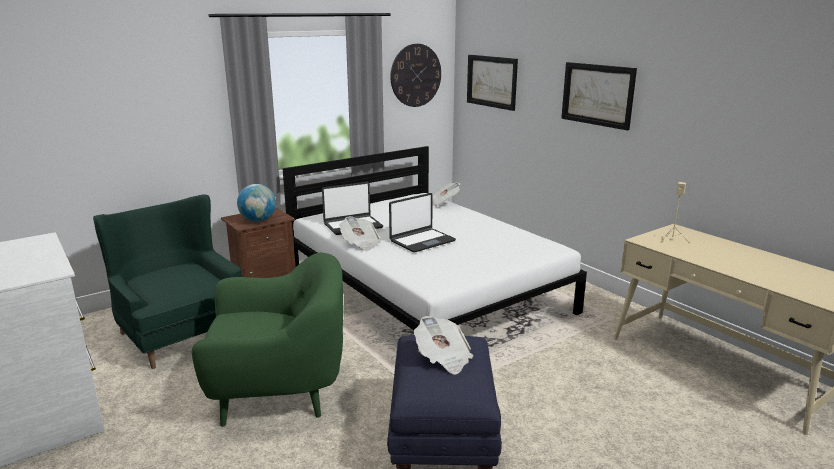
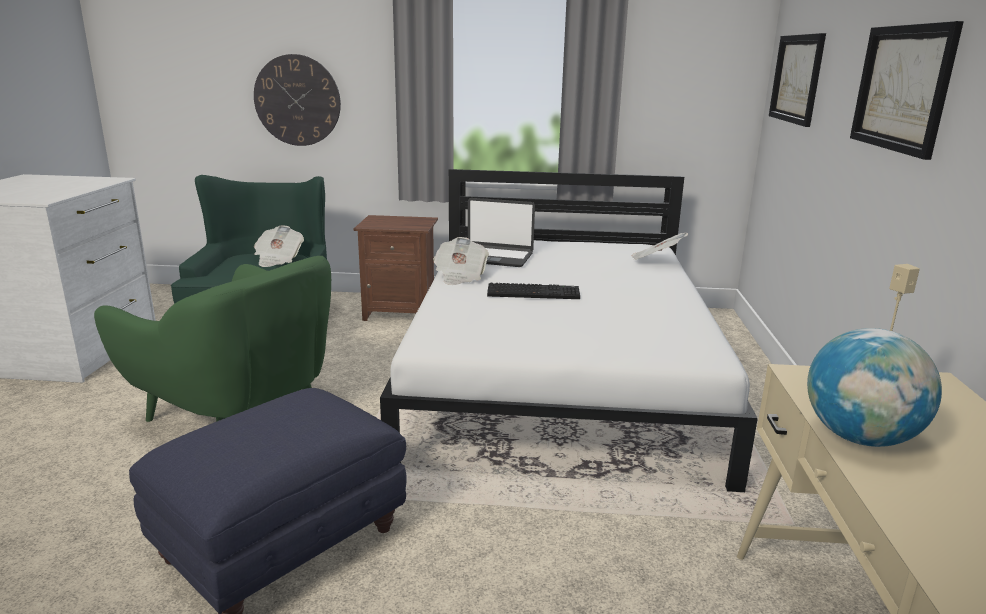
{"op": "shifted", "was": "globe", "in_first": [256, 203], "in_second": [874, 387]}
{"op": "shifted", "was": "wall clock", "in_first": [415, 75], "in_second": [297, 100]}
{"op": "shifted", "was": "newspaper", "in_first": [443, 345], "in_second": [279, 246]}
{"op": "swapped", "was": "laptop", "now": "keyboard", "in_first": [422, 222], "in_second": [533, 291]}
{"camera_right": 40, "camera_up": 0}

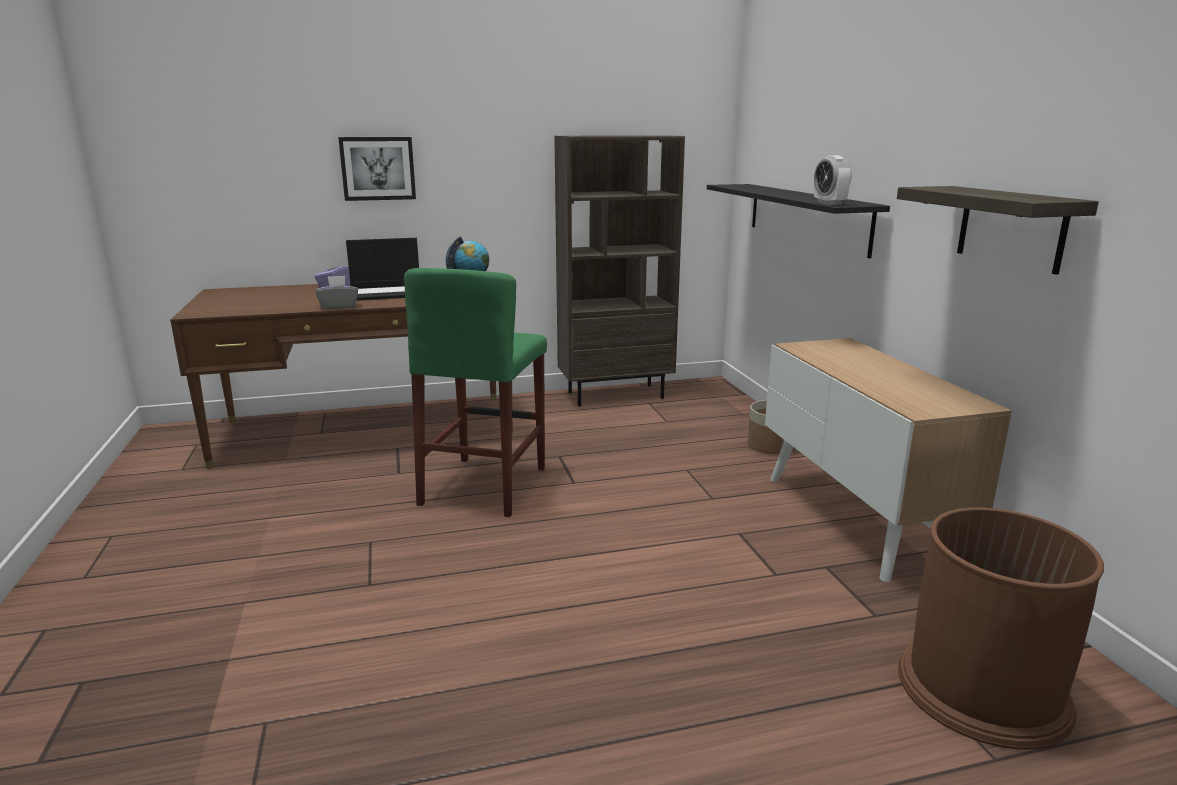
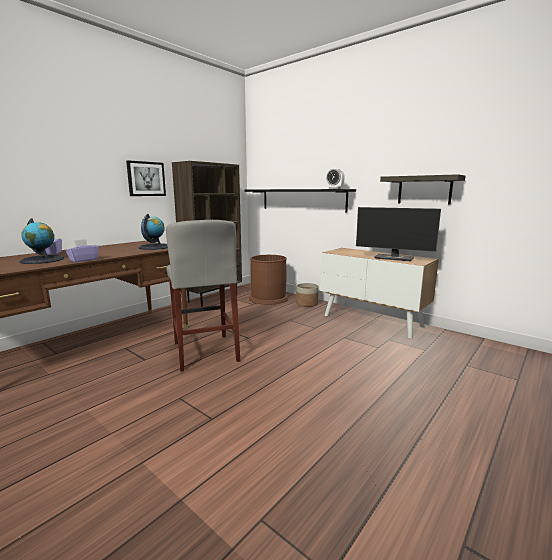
{"op": "gone", "was": "laptop", "in_first": [382, 269]}
{"op": "new", "now": "globe", "in_second": [41, 241]}
{"op": "new", "now": "monitor", "in_second": [398, 234]}
{"op": "shifted", "was": "picture", "in_first": [377, 169], "in_second": [146, 178]}
{"op": "shifted", "was": "trash can (brown)", "in_first": [1001, 628], "in_second": [268, 280]}
{"op": "repainted", "was": "tissue box (grey)", "now": "tissue box (purple)", "in_first": [336, 292], "in_second": [82, 250]}
{"op": "repainted", "was": "stool (green)", "now": "stool (grey)", "in_first": [475, 392], "in_second": [203, 296]}
{"camera_right": -35, "camera_up": -5}

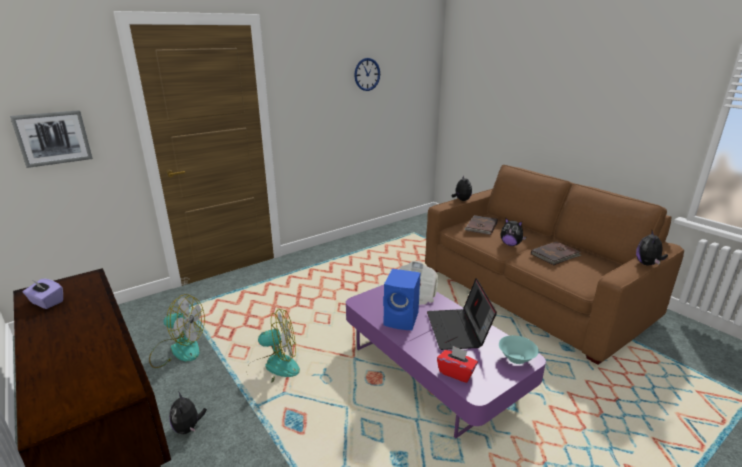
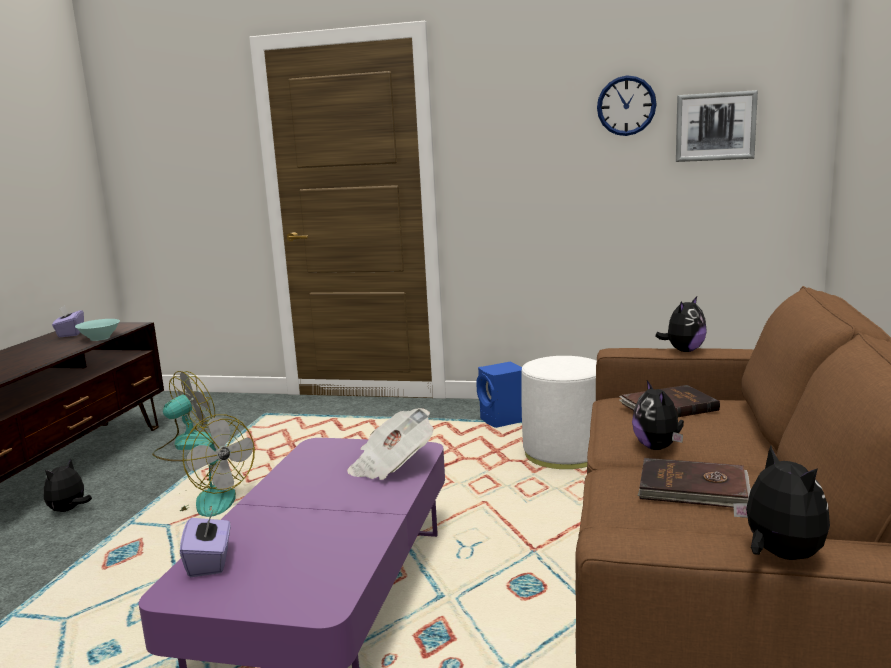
{"op": "gone", "was": "laptop", "in_first": [462, 314]}
{"op": "new", "now": "ottoman (white)", "in_second": [559, 412]}
{"op": "shifted", "was": "picture", "in_first": [51, 139], "in_second": [717, 126]}
{"op": "shifted", "was": "speaker (blue)", "in_first": [401, 299], "in_second": [499, 395]}
{"op": "shifted", "was": "bowl (turquoise)", "in_first": [519, 349], "in_second": [97, 330]}
{"op": "repainted", "was": "tissue box (red)", "now": "tissue box (purple)", "in_first": [457, 364], "in_second": [205, 543]}
{"op": "rotated", "was": "fan", "in_first": [177, 331], "in_second": [183, 416], "clockwise": -105}
{"op": "rotated", "was": "plush toy", "in_first": [652, 247], "in_second": [781, 503], "clockwise": 90}
{"camera_right": 50, "camera_up": -10}

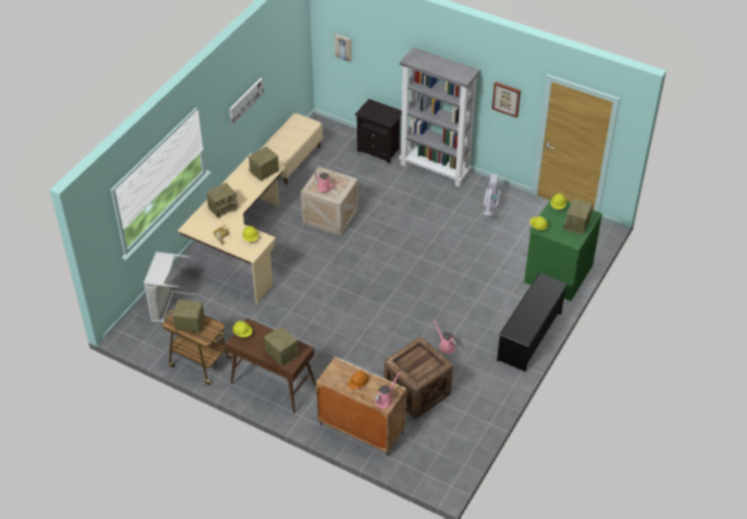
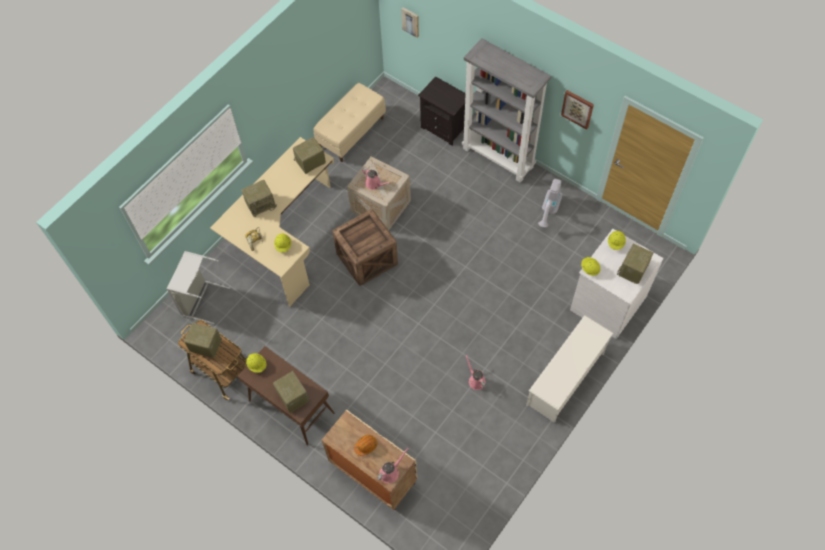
{"op": "gone", "was": "picture", "in_first": [246, 101]}
{"op": "shifted", "was": "crate", "in_first": [418, 378], "in_second": [365, 247]}
{"op": "repainted", "was": "shoe rack (black)", "now": "shoe rack (white)", "in_first": [532, 322], "in_second": [569, 369]}
{"op": "repainted", "was": "dresser (green)", "now": "dresser (white)", "in_first": [563, 248], "in_second": [617, 284]}
{"camera_right": 10, "camera_up": 15}

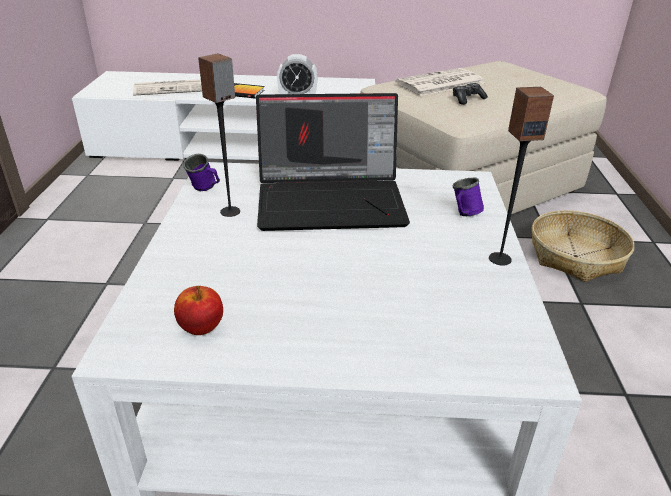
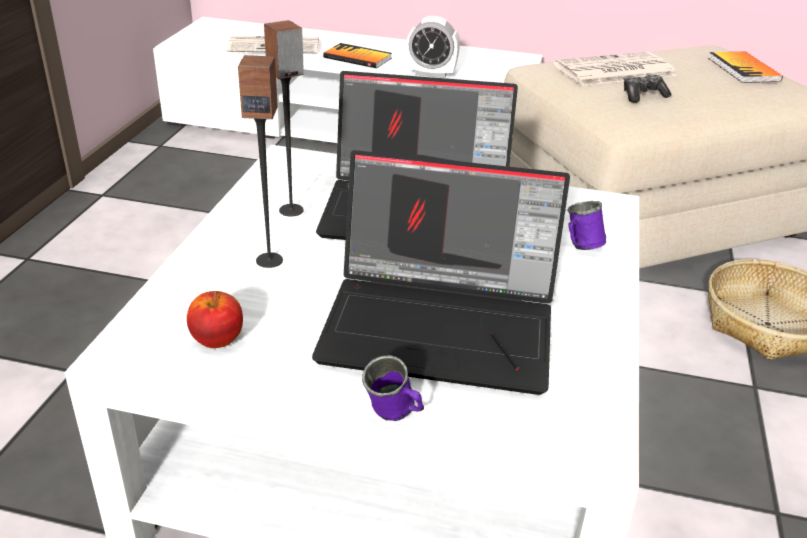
{"op": "new", "now": "laptop", "in_second": [441, 272]}
{"op": "new", "now": "book", "in_second": [745, 67]}
{"op": "shifted", "was": "mug (purple)", "in_first": [201, 172], "in_second": [393, 388]}
{"op": "shifted", "was": "speaker", "in_first": [521, 176], "in_second": [260, 161]}
{"camera_right": 10, "camera_up": 0}

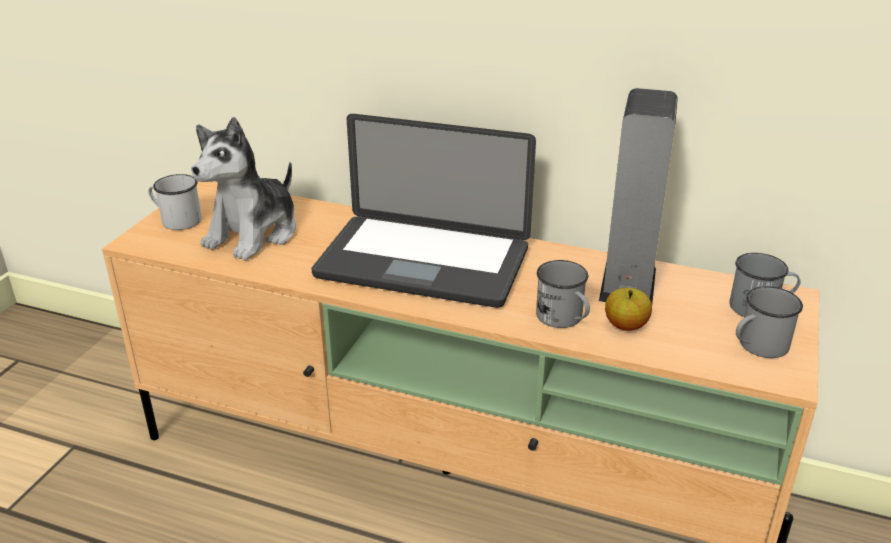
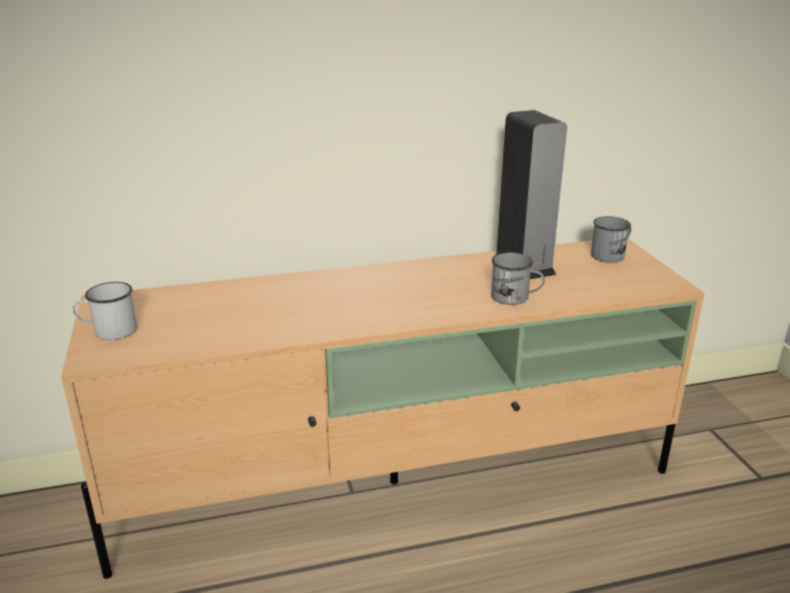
{"op": "gone", "was": "plush toy", "in_first": [243, 189]}
{"op": "gone", "was": "laptop", "in_first": [423, 211]}
{"op": "gone", "was": "apple", "in_first": [628, 309]}
{"op": "gone", "was": "mug (grey)", "in_first": [769, 322]}
{"camera_right": -35, "camera_up": -5}

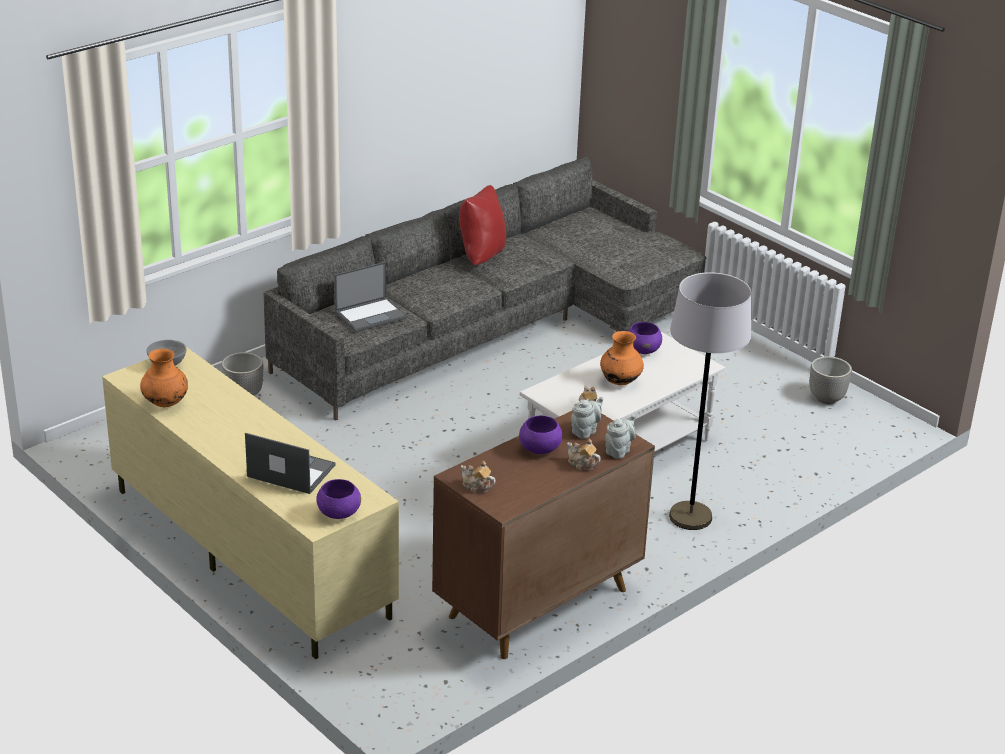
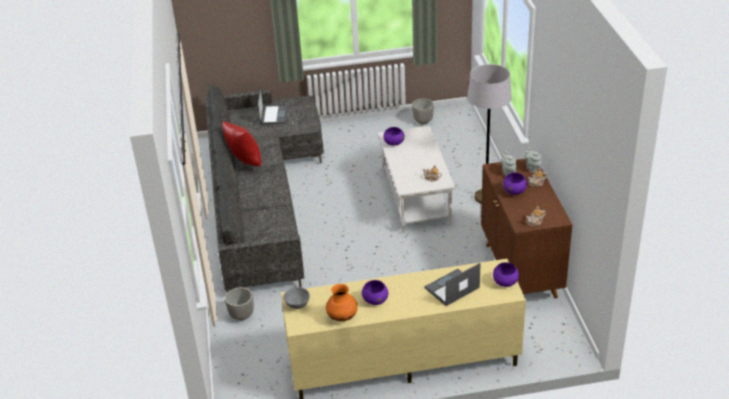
{"op": "gone", "was": "vase (orange)", "in_first": [622, 358]}
{"op": "new", "now": "bowl (purple)", "in_second": [375, 292]}
{"op": "shifted", "was": "laptop", "in_first": [370, 297], "in_second": [273, 106]}
{"camera_right": -55, "camera_up": 5}

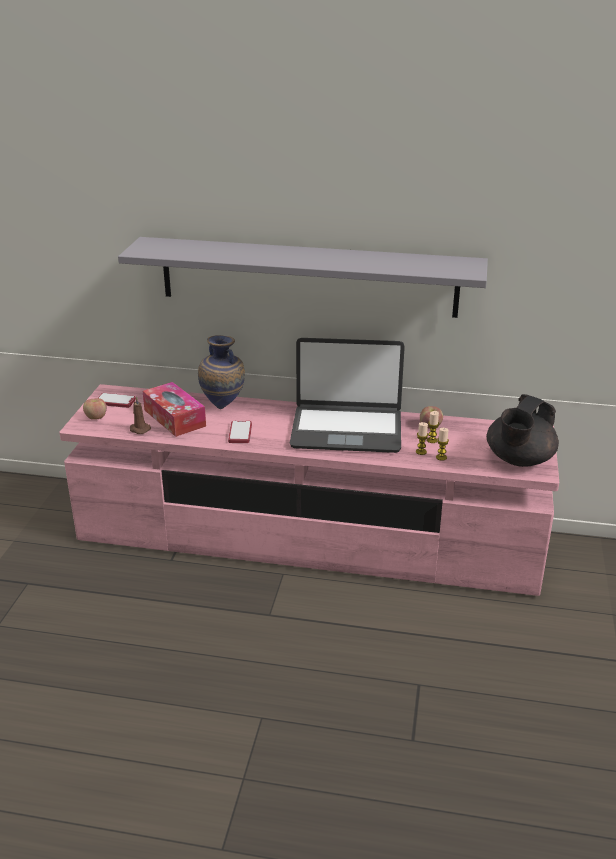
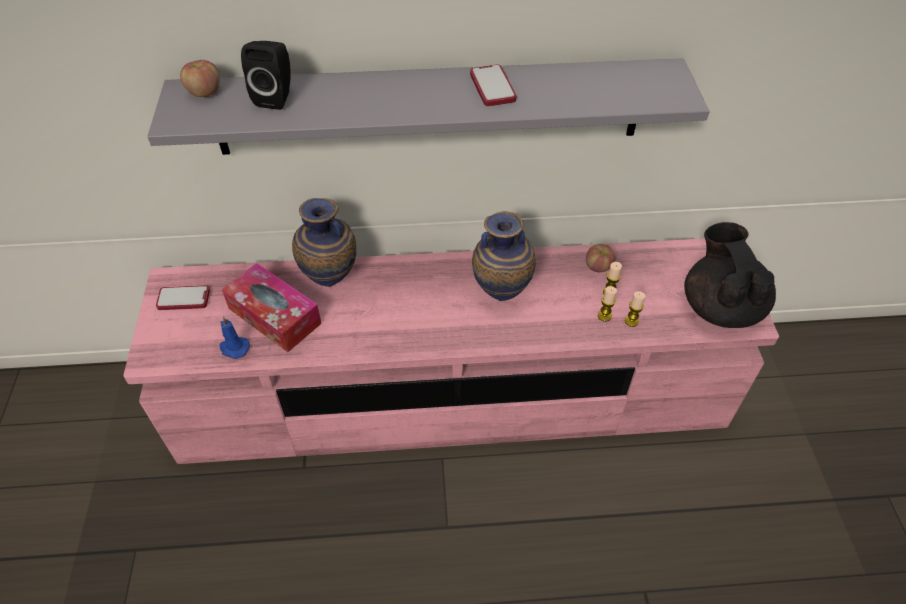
{"op": "new", "now": "speaker (black)", "in_second": [265, 75]}
{"op": "shifted", "was": "apple", "in_first": [95, 409], "in_second": [200, 78]}
{"op": "shifted", "was": "phone", "in_first": [240, 432], "in_second": [493, 85]}
{"op": "swapped", "was": "laptop", "now": "vase", "in_first": [347, 395], "in_second": [504, 256]}
{"op": "repainted", "was": "candle (brown)", "now": "candle (blue)", "in_first": [140, 415], "in_second": [235, 338]}
{"op": "rotated", "was": "teapot (black)", "in_first": [523, 430], "in_second": [730, 275], "clockwise": 150}
{"camera_right": -15, "camera_up": 20}

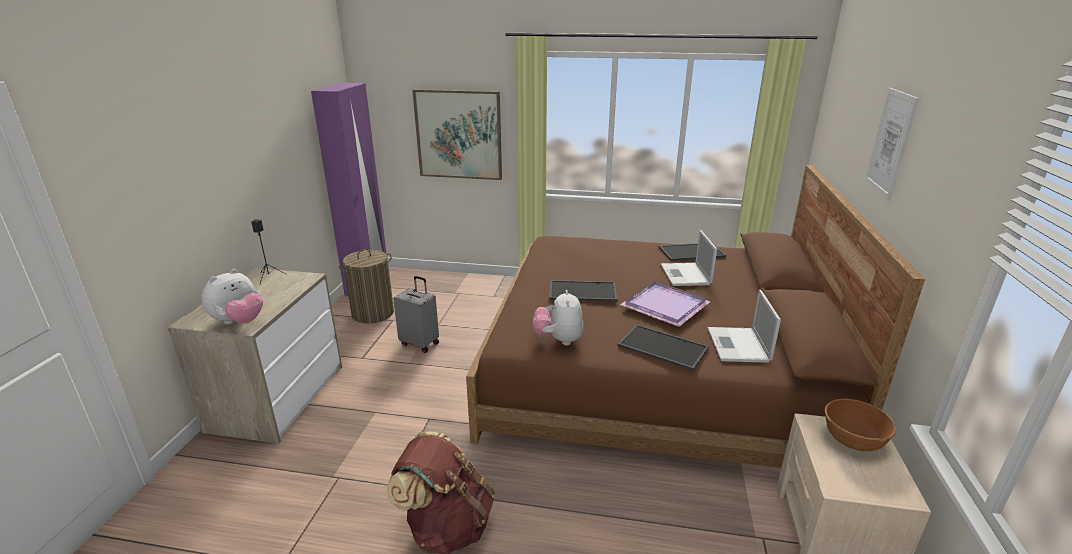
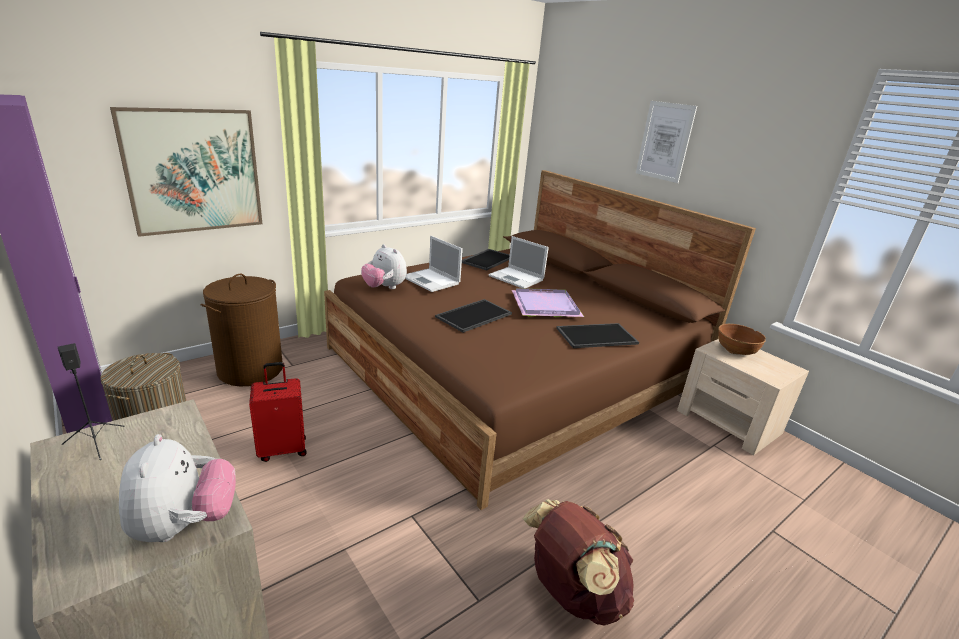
{"op": "new", "now": "laundry basket (brown)", "in_second": [241, 330]}
{"op": "shifted", "was": "plush toy", "in_first": [558, 317], "in_second": [384, 266]}
{"op": "shifted", "was": "laptop", "in_first": [744, 326], "in_second": [434, 264]}
{"op": "repainted", "was": "suitcase (grey)", "now": "suitcase (red)", "in_first": [416, 314], "in_second": [278, 412]}
{"camera_right": -50, "camera_up": 0}

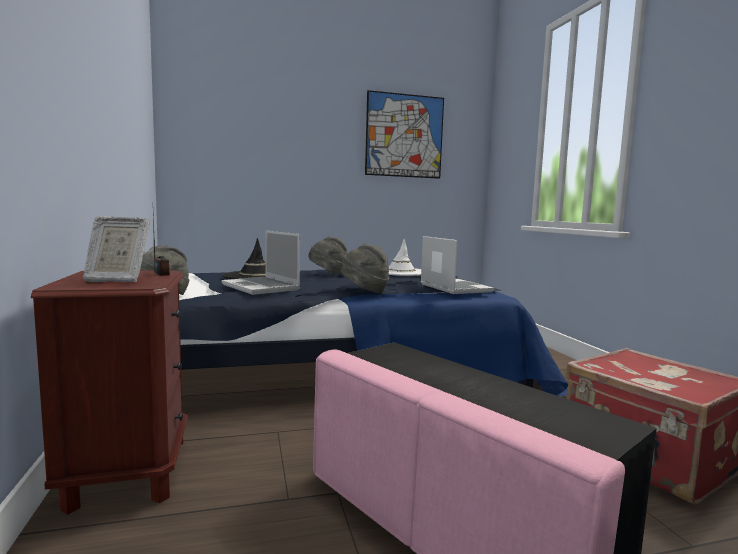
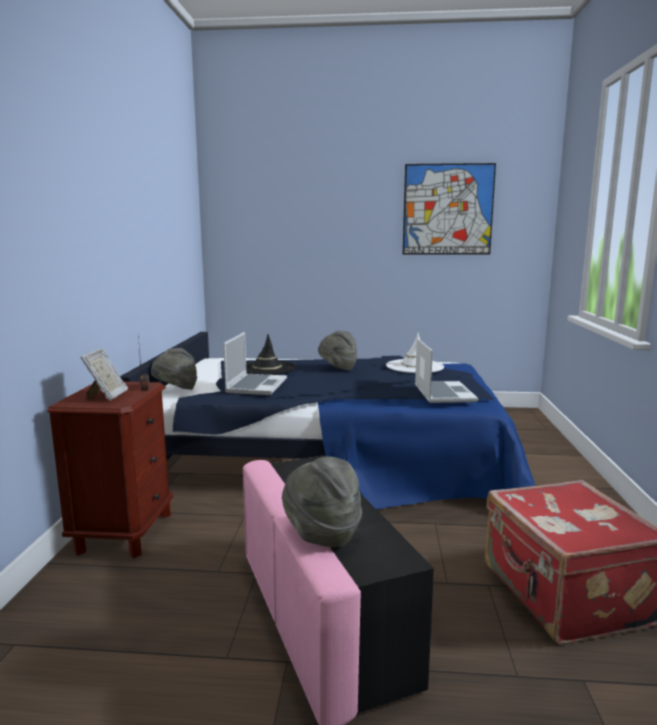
{"op": "shifted", "was": "hat (grey)", "in_first": [364, 268], "in_second": [322, 501]}
{"op": "rotated", "was": "picture frame", "in_first": [116, 249], "in_second": [104, 374], "clockwise": -105}
{"op": "rotated", "was": "laptop", "in_first": [261, 263], "in_second": [255, 363], "clockwise": -150}
{"camera_right": 20, "camera_up": 5}

